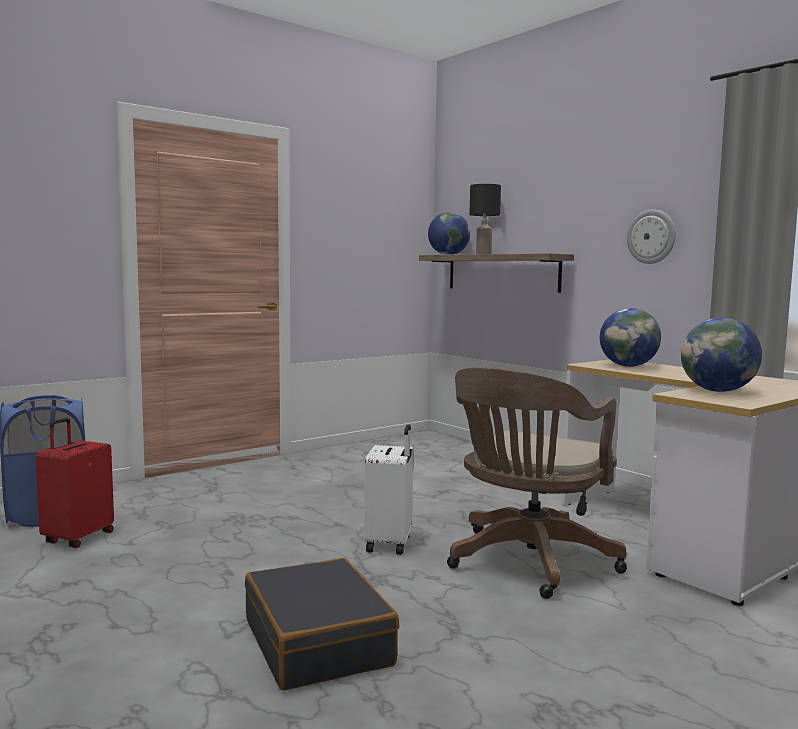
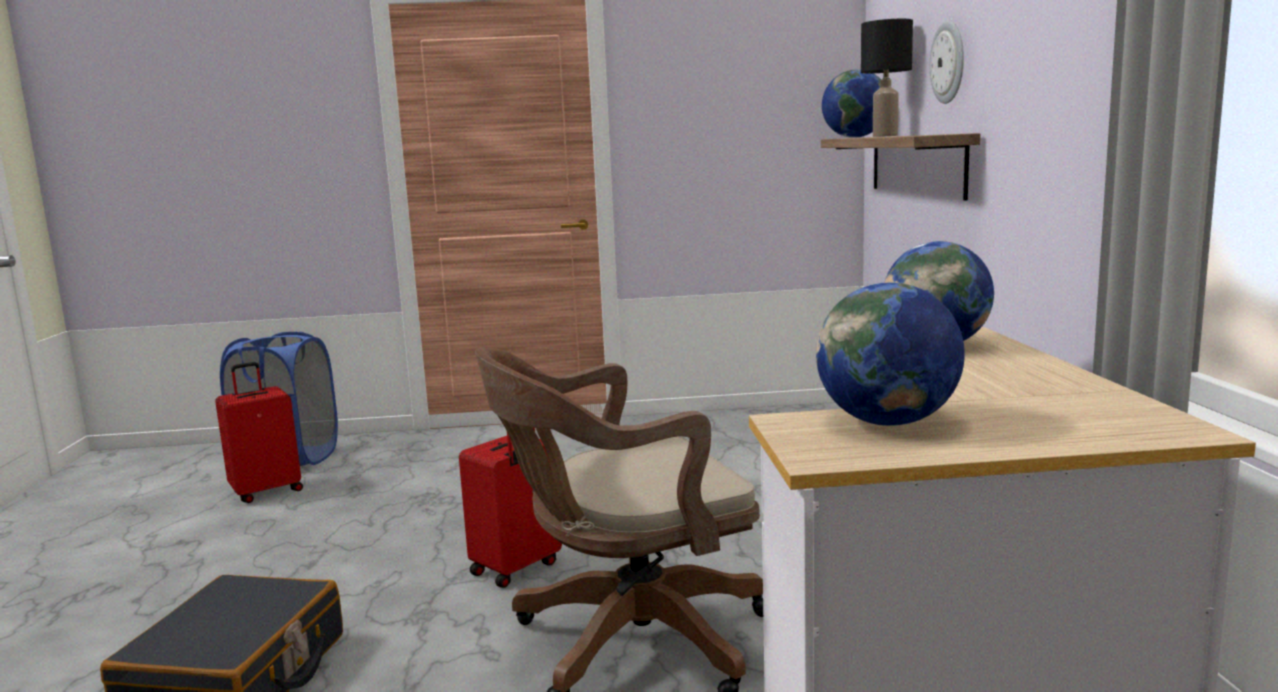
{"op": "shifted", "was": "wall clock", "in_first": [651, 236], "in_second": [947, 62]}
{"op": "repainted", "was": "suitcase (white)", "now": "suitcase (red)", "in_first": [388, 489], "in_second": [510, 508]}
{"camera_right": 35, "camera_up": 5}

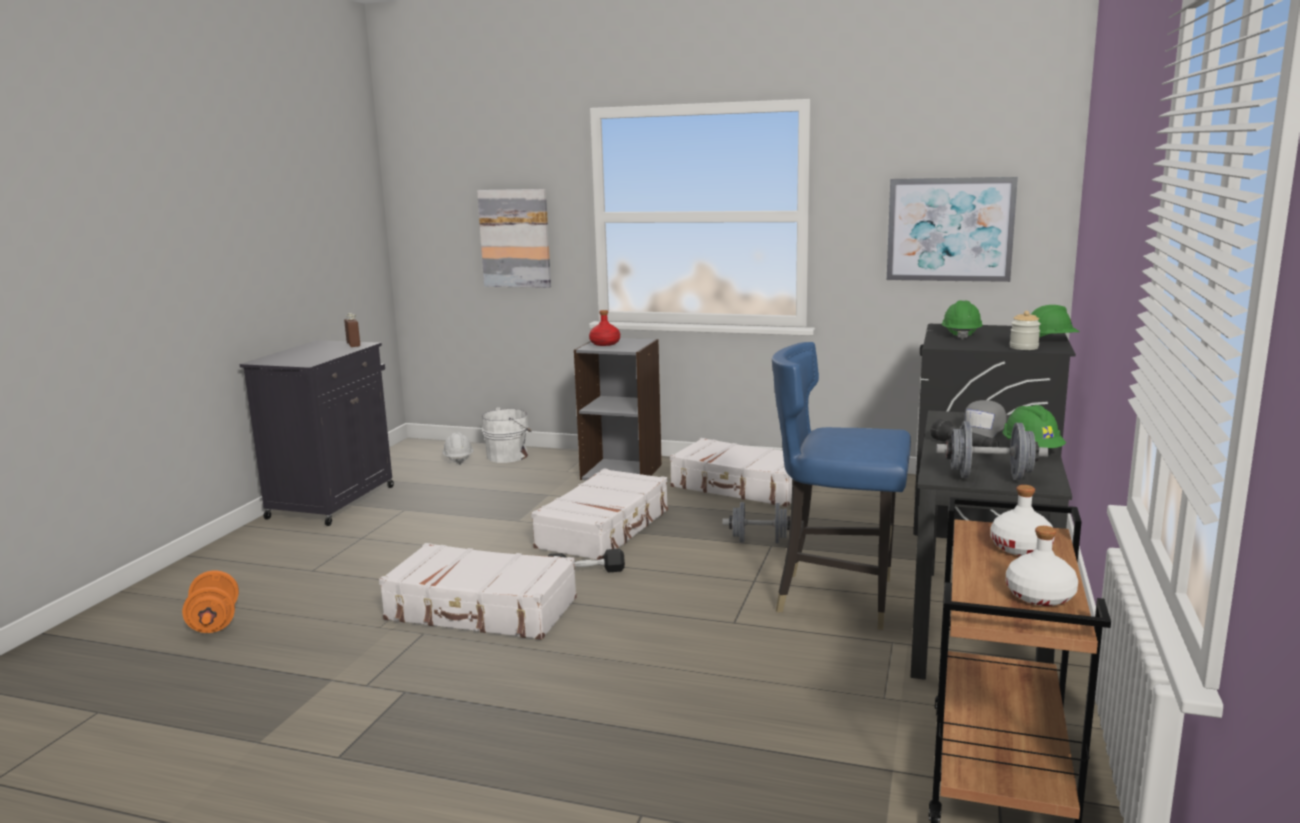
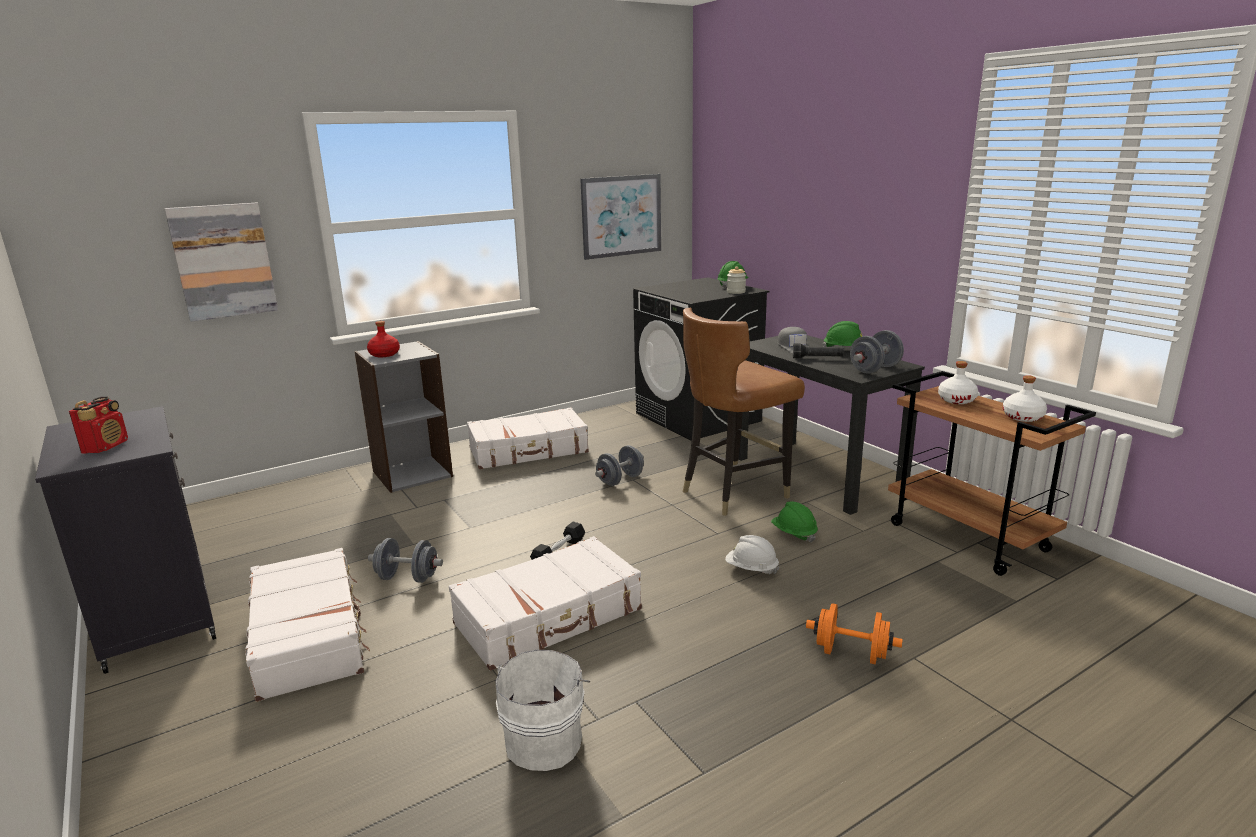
{"op": "gone", "was": "bottle (brown)", "in_first": [352, 330]}
{"op": "new", "now": "radio", "in_second": [98, 425]}
{"op": "new", "now": "dumbbell (grey)", "in_second": [405, 560]}
{"op": "shifted", "was": "dumbbell (orange)", "in_first": [210, 601], "in_second": [854, 633]}
{"op": "shifted", "was": "hard hat (white)", "in_first": [458, 448], "in_second": [752, 554]}
{"op": "shifted", "was": "bucket (white)", "in_first": [507, 435], "in_second": [542, 710]}
{"op": "shifted", "was": "suitcase (white)", "in_first": [599, 514], "in_second": [307, 625]}
{"op": "shifted", "was": "hard hat (green)", "in_first": [962, 320], "in_second": [794, 522]}
{"op": "repainted", "was": "chair (blue)", "now": "chair (brown)", "in_first": [841, 486], "in_second": [744, 411]}
{"camera_right": -50, "camera_up": 5}

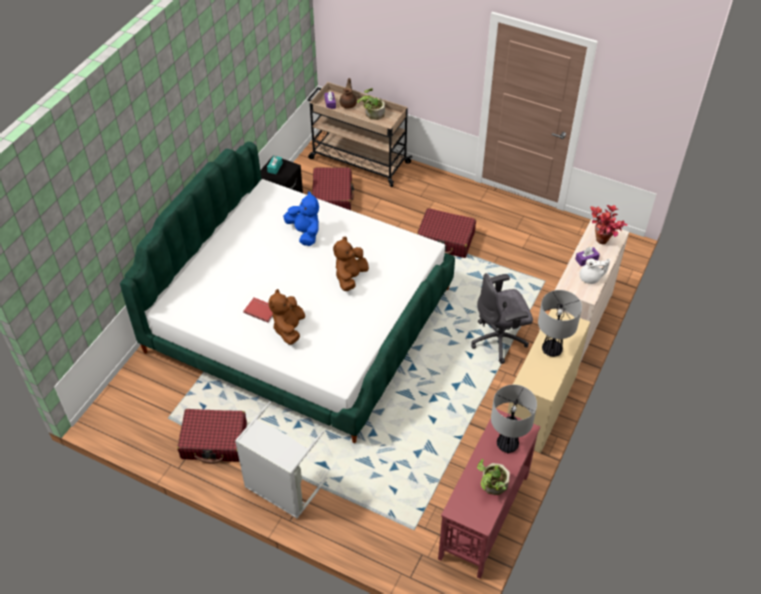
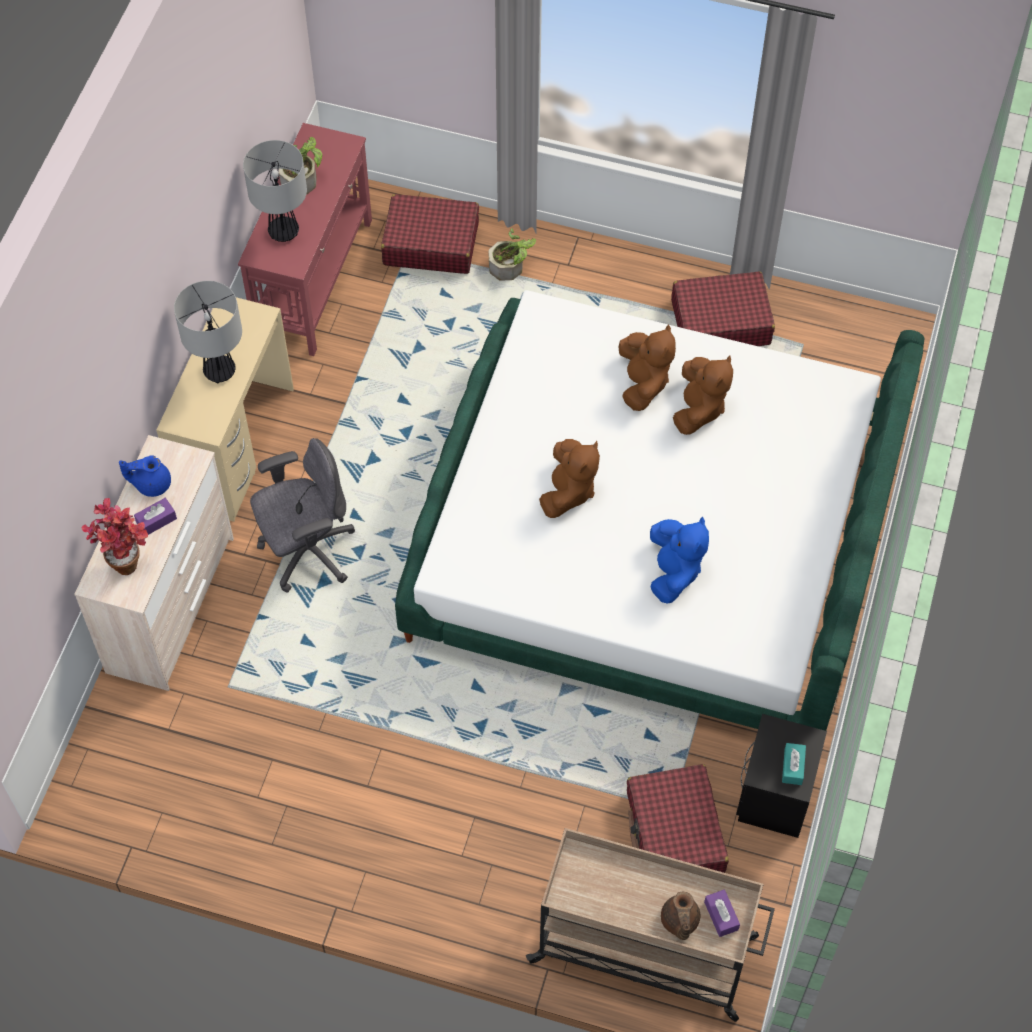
{"op": "gone", "was": "laundry basket (grey)", "in_first": [281, 460]}
{"op": "shifted", "was": "potted plant", "in_first": [371, 104], "in_second": [512, 254]}
{"op": "shifted", "was": "suitcase (red)", "in_first": [446, 233], "in_second": [430, 234]}
{"op": "swapped", "was": "book (red)", "now": "plush toy (brown)", "in_first": [258, 310], "in_second": [703, 395]}
{"op": "repainted", "was": "teapot (white)", "now": "teapot (blue)", "in_first": [595, 271], "in_second": [145, 476]}
{"op": "rotated", "was": "plush toy (blue)", "in_first": [301, 218], "in_second": [679, 560], "clockwise": -135}
{"camera_right": 170, "camera_up": 10}

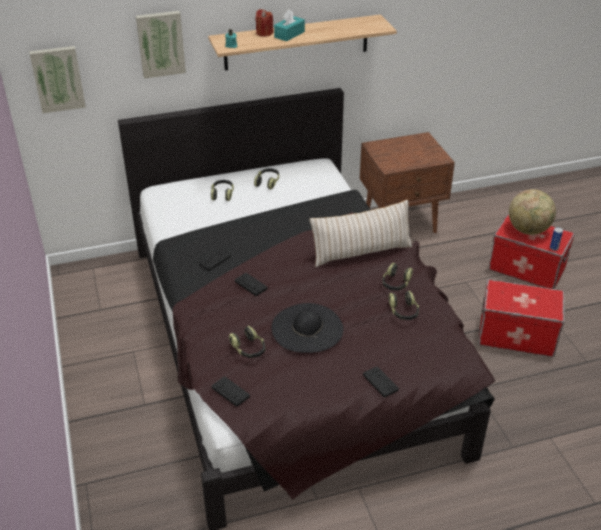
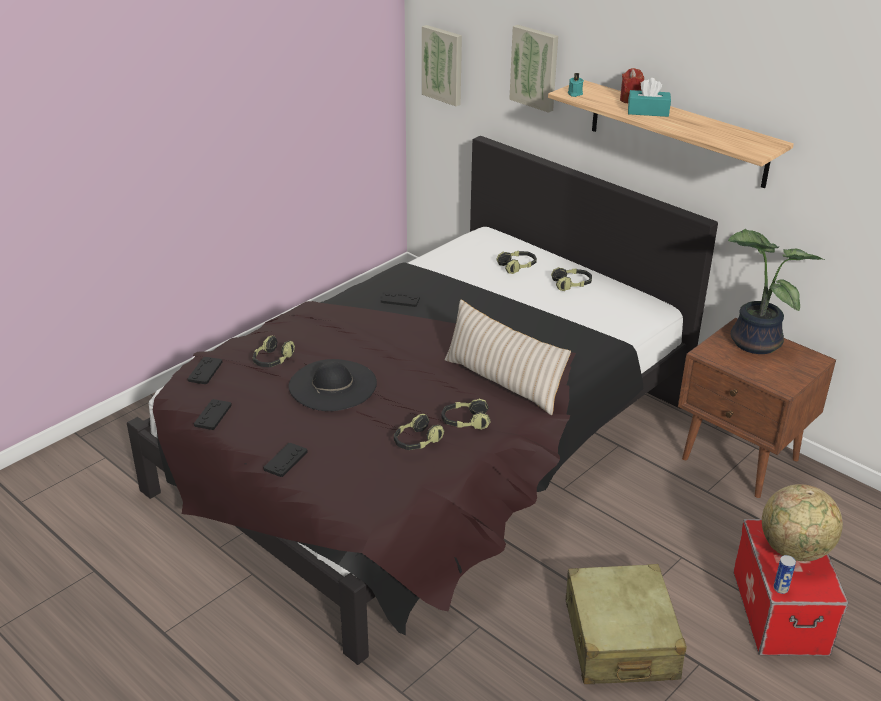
{"op": "new", "now": "potted plant", "in_second": [776, 291]}
{"op": "shifted", "was": "game controller (black)", "in_first": [251, 284], "in_second": [213, 414]}
{"op": "swapped", "was": "storage box", "now": "suitcase (beige)", "in_first": [521, 318], "in_second": [626, 624]}
{"camera_right": 60, "camera_up": -5}

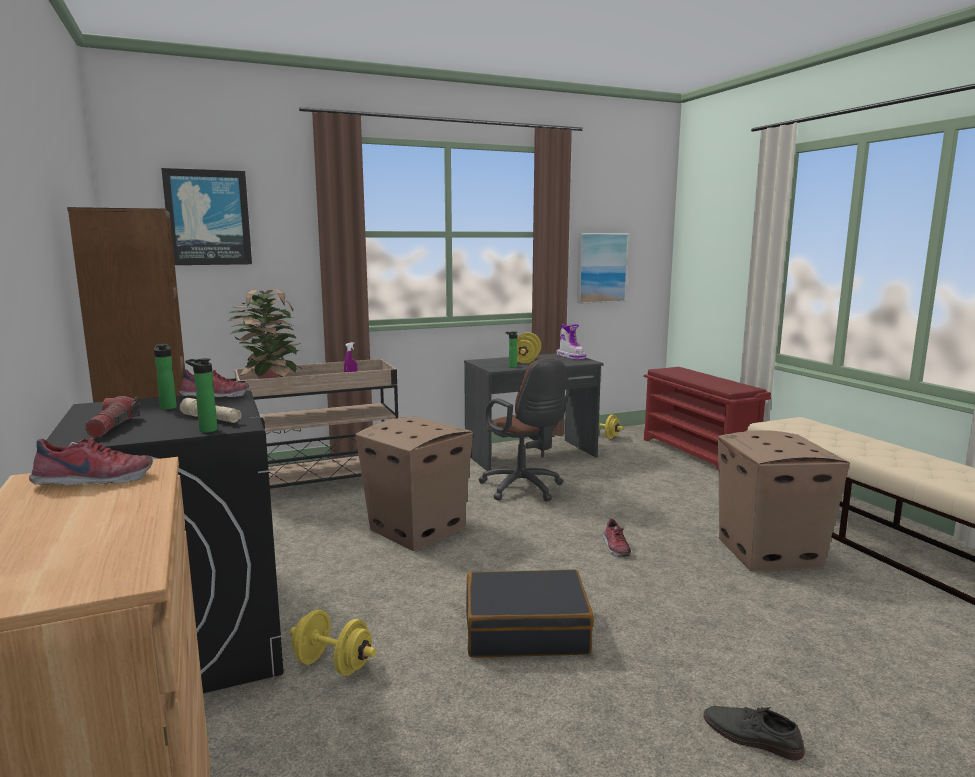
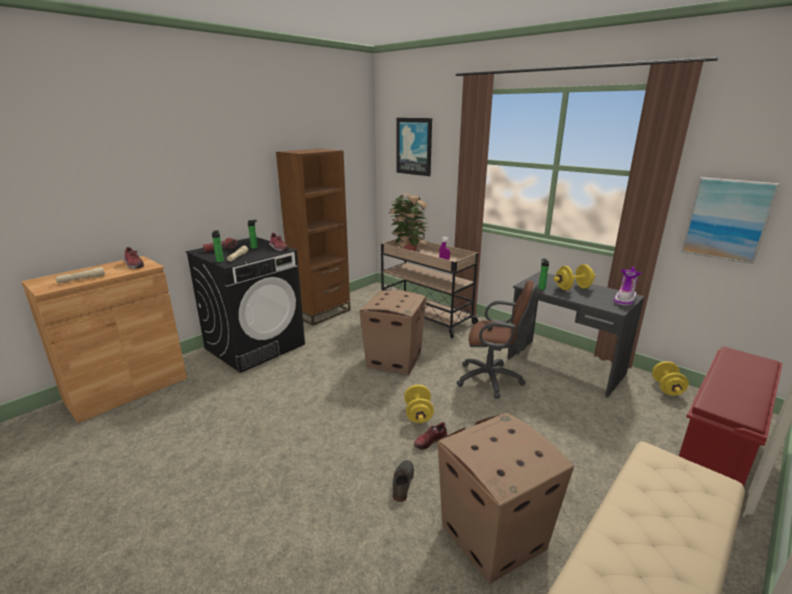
{"op": "gone", "was": "suitcase (black)", "in_first": [530, 613]}
{"op": "new", "now": "flashlight (beige)", "in_second": [80, 275]}
{"op": "shifted", "was": "dumbbell (yellow)", "in_first": [333, 643], "in_second": [419, 404]}
{"op": "shifted", "was": "shoe (grey)", "in_first": [754, 733], "in_second": [403, 481]}
{"op": "rotated", "was": "office chair (brown)", "in_first": [522, 430], "in_second": [497, 340], "clockwise": -105}
{"camera_right": 65, "camera_up": 10}

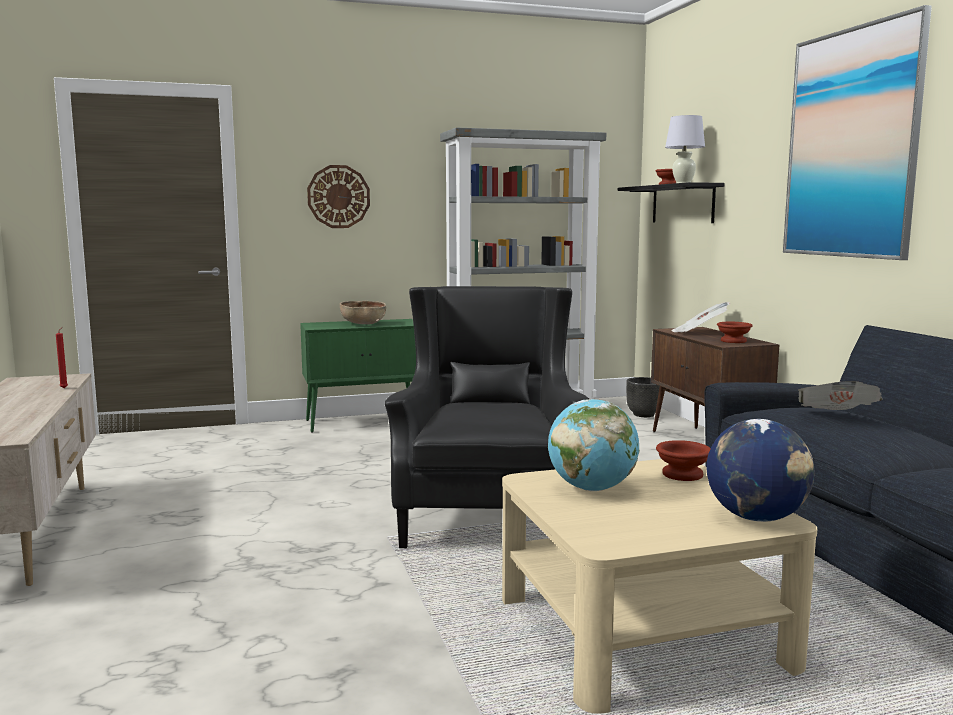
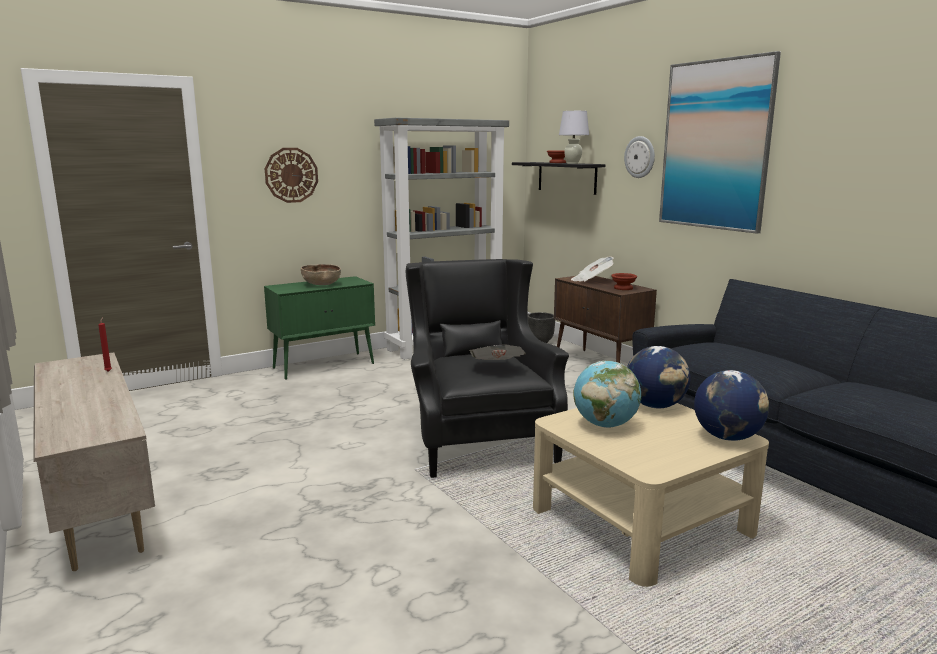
{"op": "new", "now": "wall clock", "in_second": [639, 157]}
{"op": "shifted", "was": "newspaper", "in_first": [840, 395], "in_second": [497, 352]}
{"op": "swapped", "was": "bowl (brown)", "now": "globe", "in_first": [683, 460], "in_second": [658, 377]}
{"camera_right": -15, "camera_up": 5}

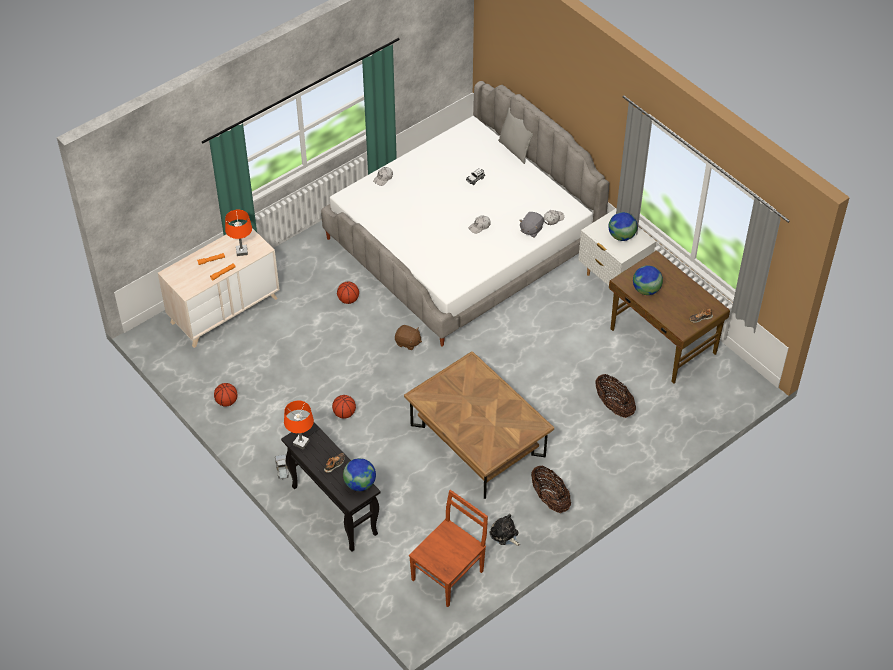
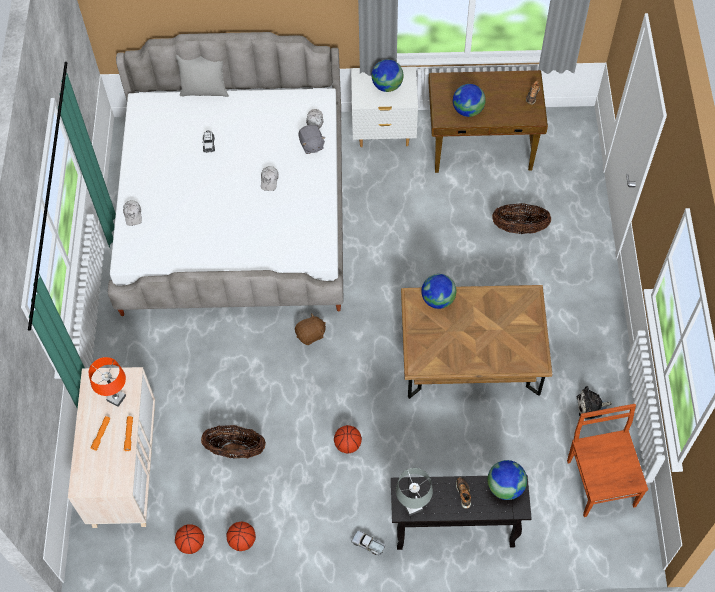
{"op": "new", "now": "globe", "in_second": [438, 291]}
{"op": "shifted", "was": "basketball", "in_first": [348, 292], "in_second": [189, 539]}
{"op": "shifted", "was": "basket", "in_first": [551, 489], "in_second": [233, 442]}
{"op": "repainted", "was": "table lamp (orange)", "now": "table lamp (grey)", "in_first": [299, 425], "in_second": [414, 492]}
{"camera_right": -50, "camera_up": 10}

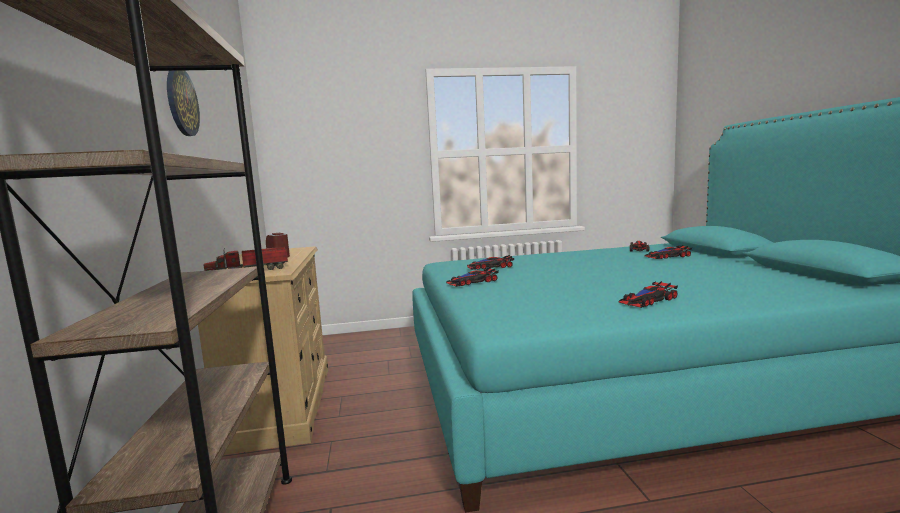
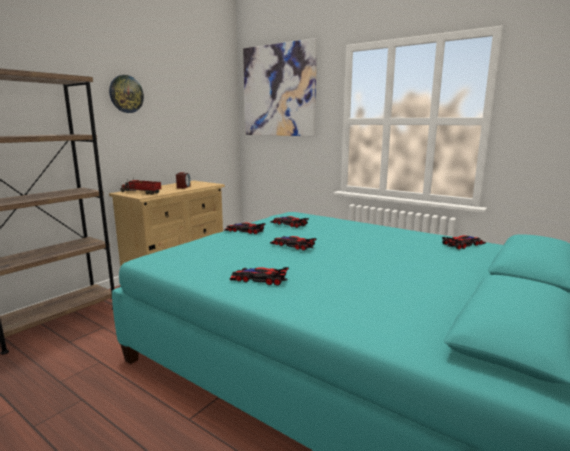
{"op": "new", "now": "picture", "in_second": [280, 87]}
{"op": "shifted", "was": "toy car", "in_first": [668, 252], "in_second": [293, 243]}
{"camera_right": 45, "camera_up": 5}

